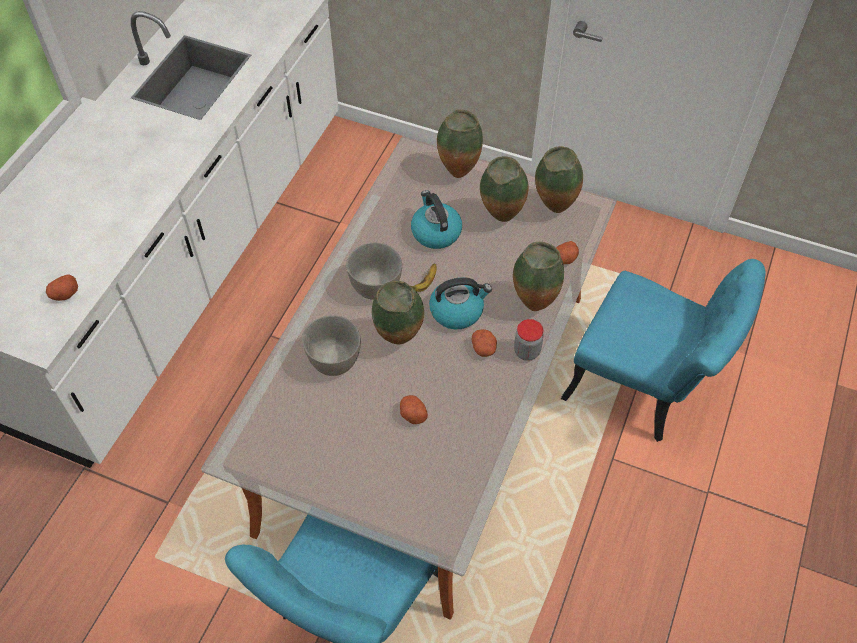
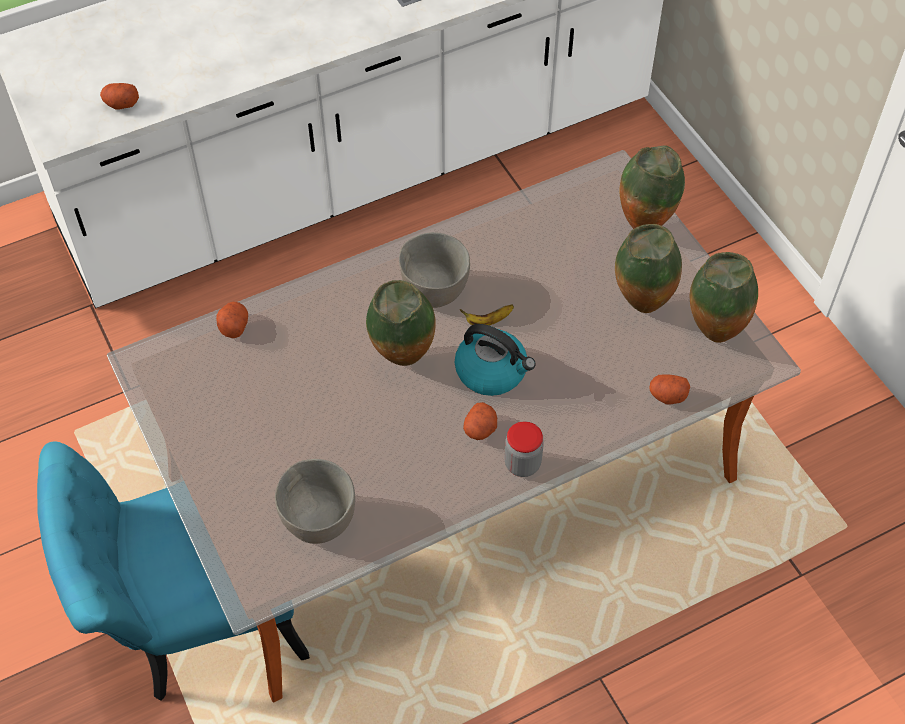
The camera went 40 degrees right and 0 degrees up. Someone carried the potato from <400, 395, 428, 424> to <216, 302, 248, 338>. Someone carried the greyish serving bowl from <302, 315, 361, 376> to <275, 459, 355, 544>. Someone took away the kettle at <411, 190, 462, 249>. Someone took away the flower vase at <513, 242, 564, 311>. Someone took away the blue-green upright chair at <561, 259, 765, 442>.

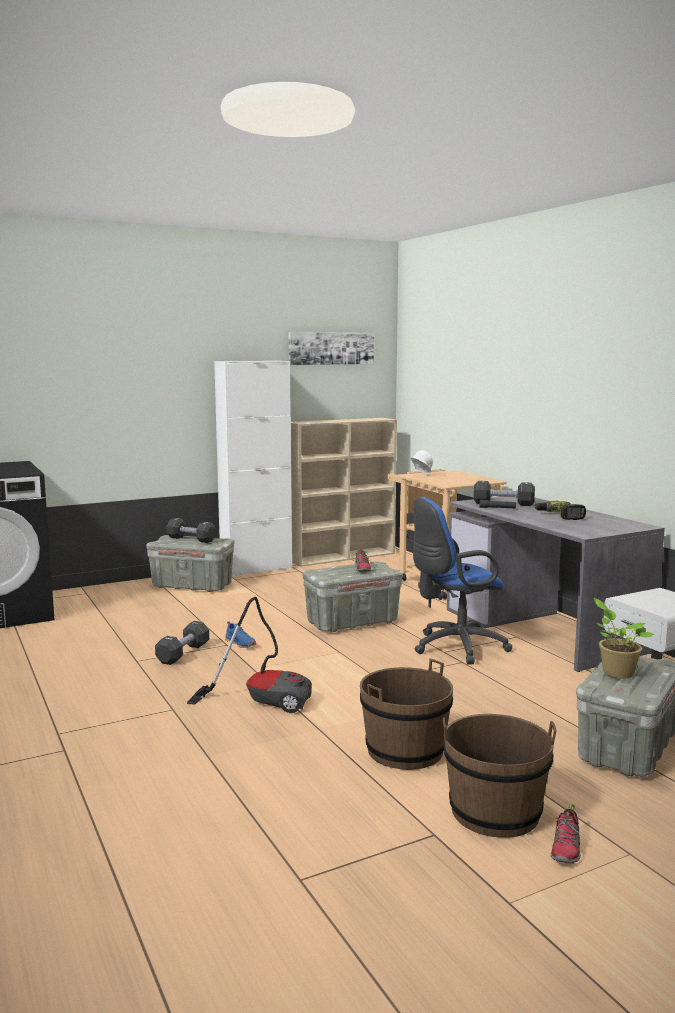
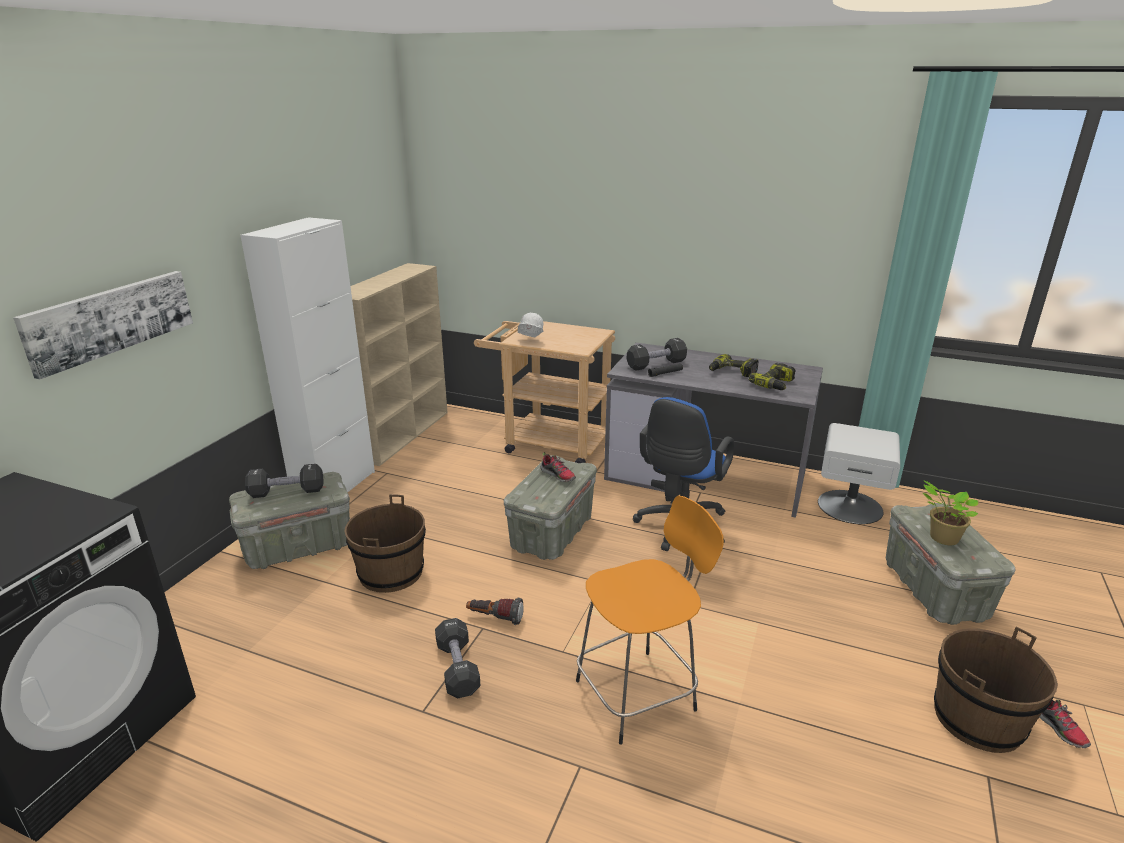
The camera went 40 degrees left and 15 degrees up. Someone carried the picture from <288, 332, 374, 365> to <13, 271, 193, 379>. Someone carried the brown pail from <360, 659, 453, 770> to <345, 494, 426, 593>. Someone swapped the blue shoe at <225, 621, 256, 648> for the flashlight at <466, 598, 524, 625>. Someone swapped the vacuum cleaner at <187, 597, 312, 713> for the orange-coloured sitting stool at <576, 495, 724, 745>. Someone put down the power drill at <749, 363, 796, 390>.

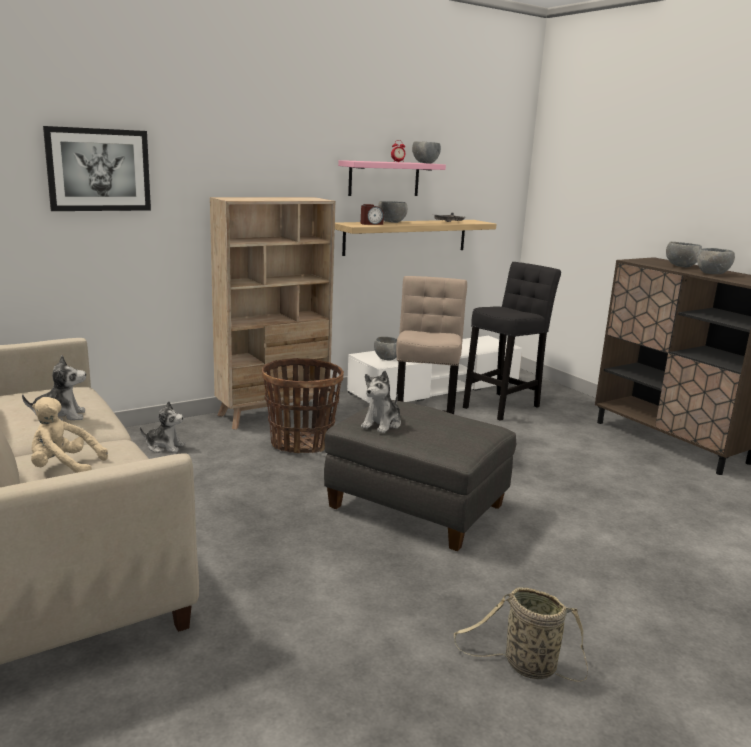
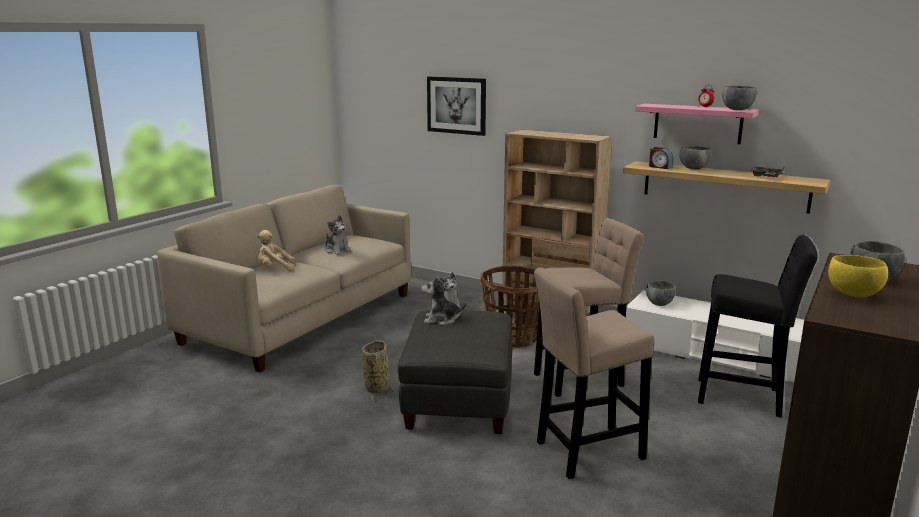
The camera went 65 degrees right and 0 degrees up. Someone rotated the sand-coloured cuddly toy at <31, 397, 108, 473> by 75 degrees counterclockwise. Someone carried the basket from <454, 587, 588, 682> to <362, 340, 397, 401>. Someone put down the sand-coloured sitting stool at <534, 267, 654, 479>. Someone repainted the greyish serving bowl at <697, 248, 735, 274>, which became the yellowish serving bowl at <828, 255, 888, 298>.

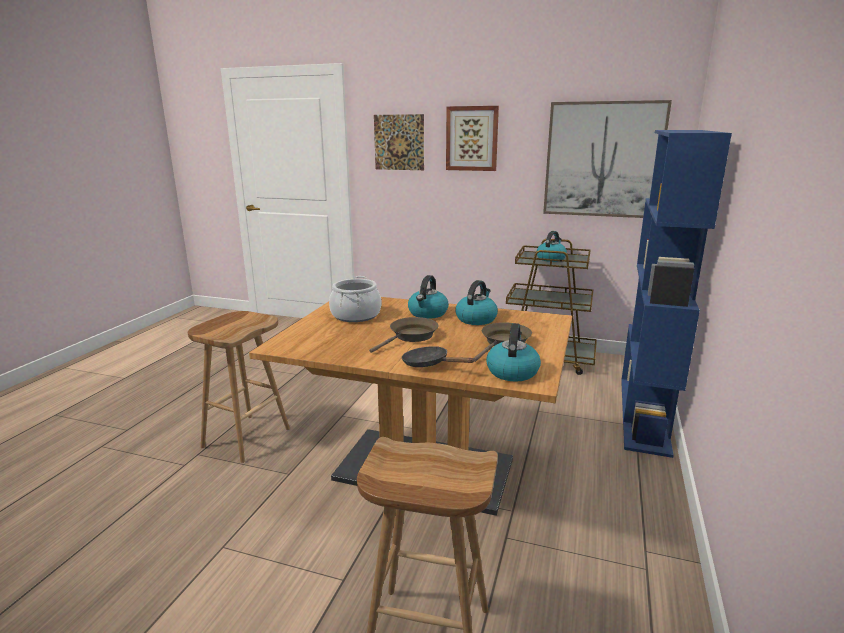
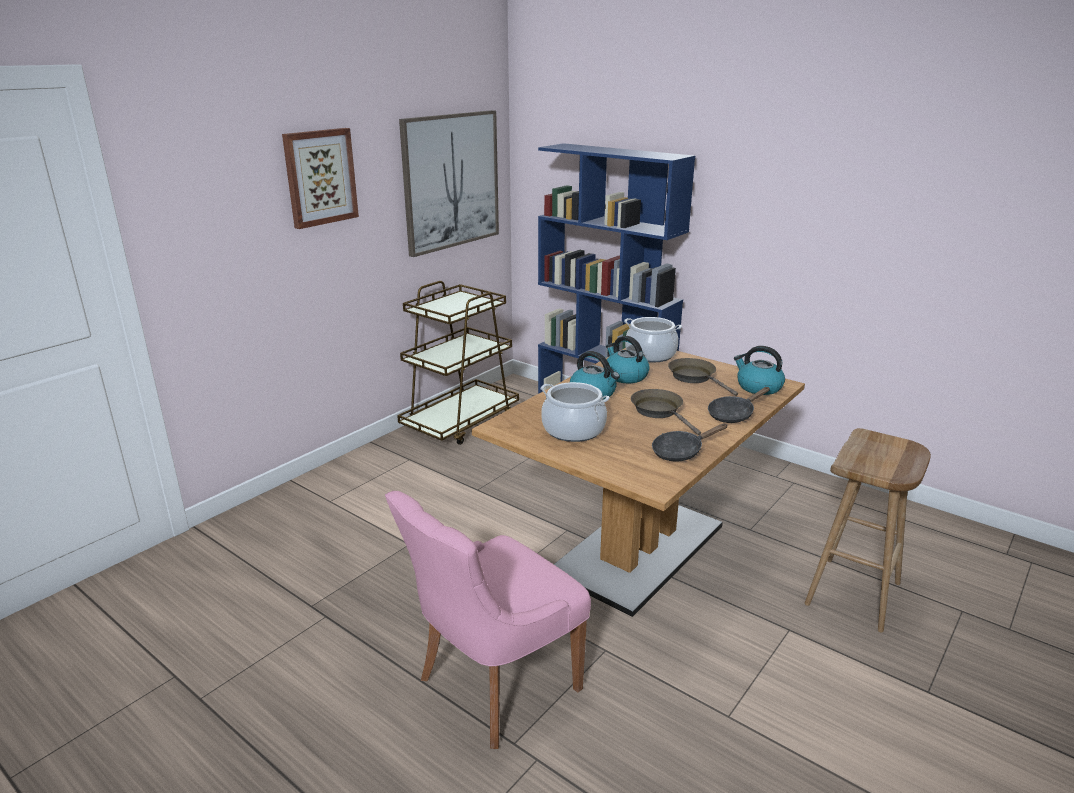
The camera went 70 degrees left and 5 degrees up. Someone swapped the brown sitting stool at <188, 311, 290, 463> for the pink-coloured upright chair at <385, 491, 591, 749>. Someone put down the cooking pot at <624, 317, 682, 362>. Someone put down the black frying pan at <652, 423, 728, 462>. Someone took away the picture at <374, 114, 424, 170>. Someone took away the kettle at <537, 231, 567, 262>.

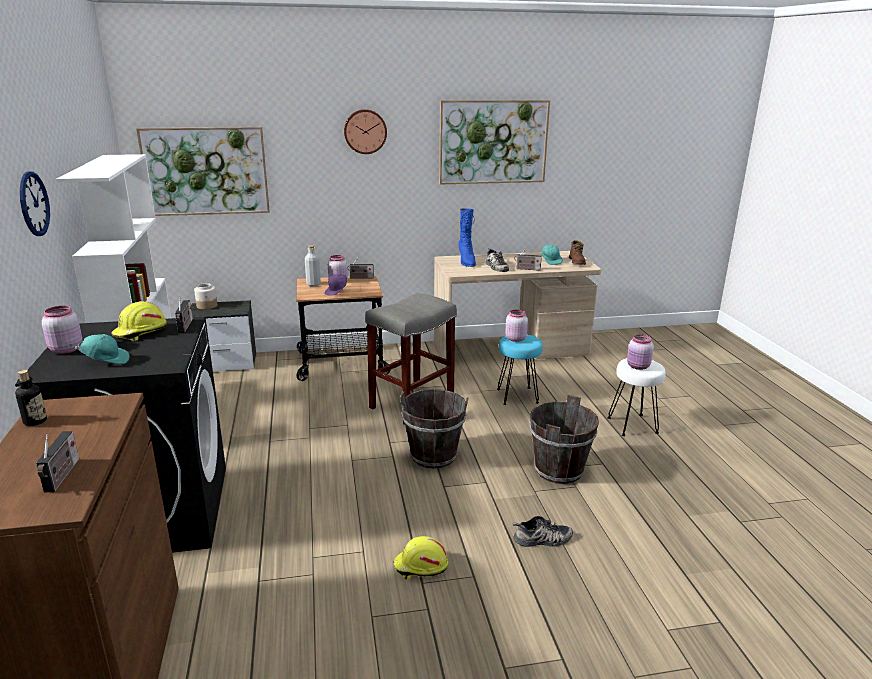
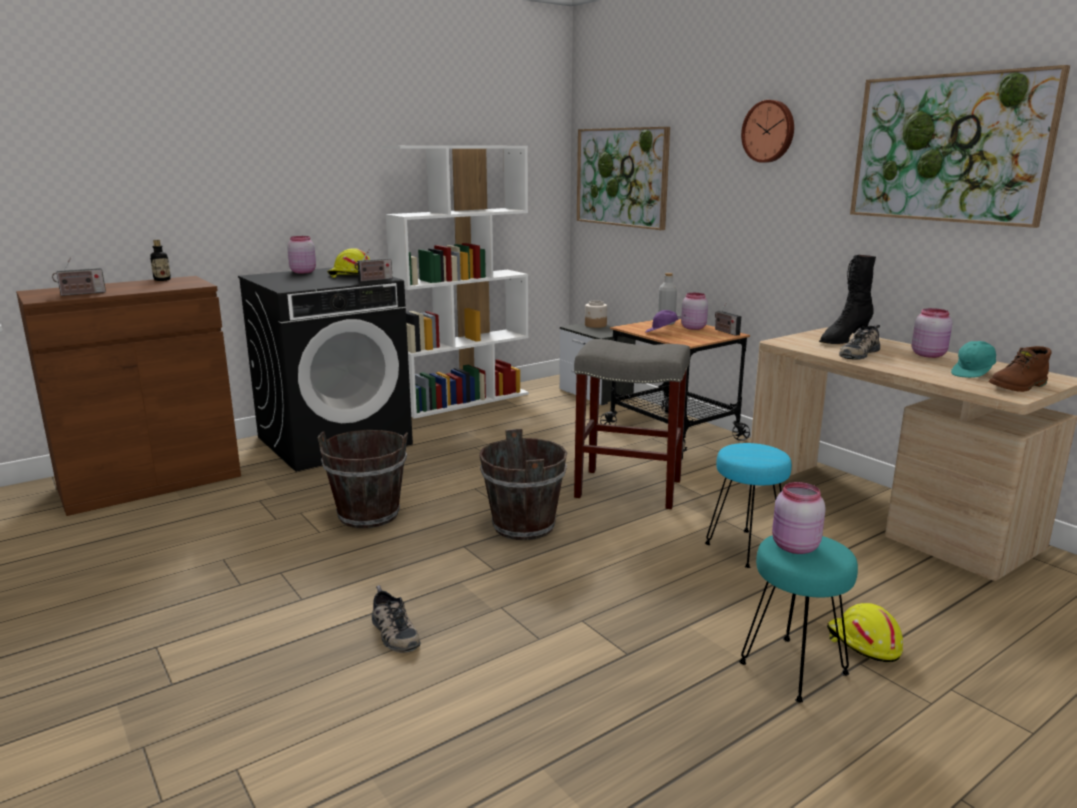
The camera went 65 degrees right and 5 degrees down. Someone carried the brown pail from <530, 395, 599, 484> to <317, 430, 408, 528>. Someone repainted the white-coloured sitting stool at <607, 358, 666, 436>, which became the blue-green sitting stool at <739, 535, 858, 702>. Someone repainted the blue high-top boot at <459, 208, 476, 267>, which became the black high-top boot at <819, 255, 876, 344>. Someone carried the yellowish safety helmet from <393, 536, 448, 580> to <827, 603, 903, 662>. Someone carried the pink-coloured jar from <505, 310, 528, 342> to <912, 308, 952, 358>. Someone took away the hanging clock at <20, 171, 50, 236>. Someone took away the blue-green peaked cap at <69, 334, 130, 364>. Someone took away the radio set at <514, 249, 542, 271>.

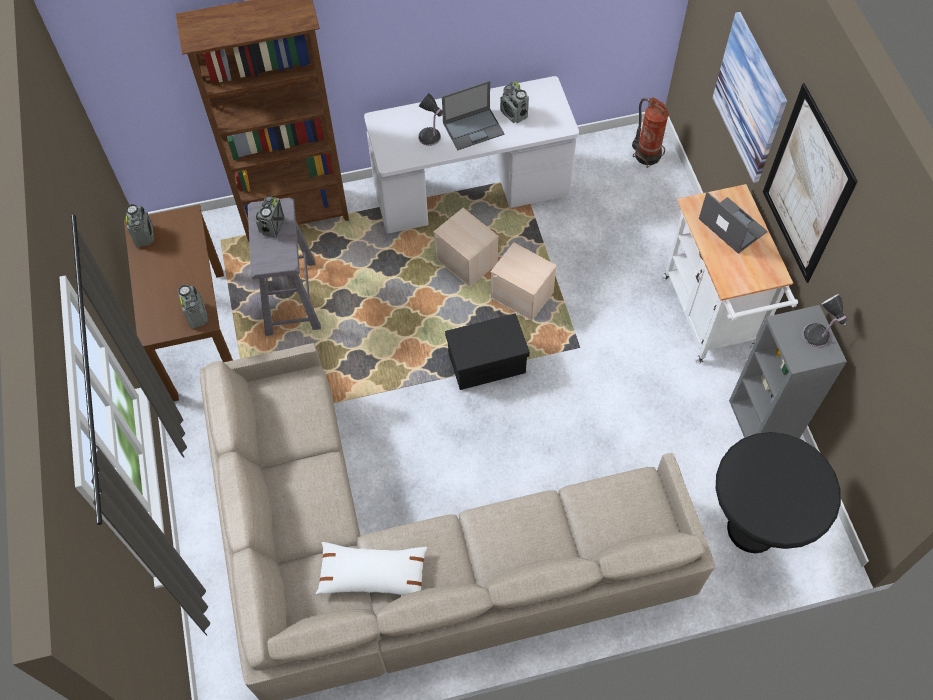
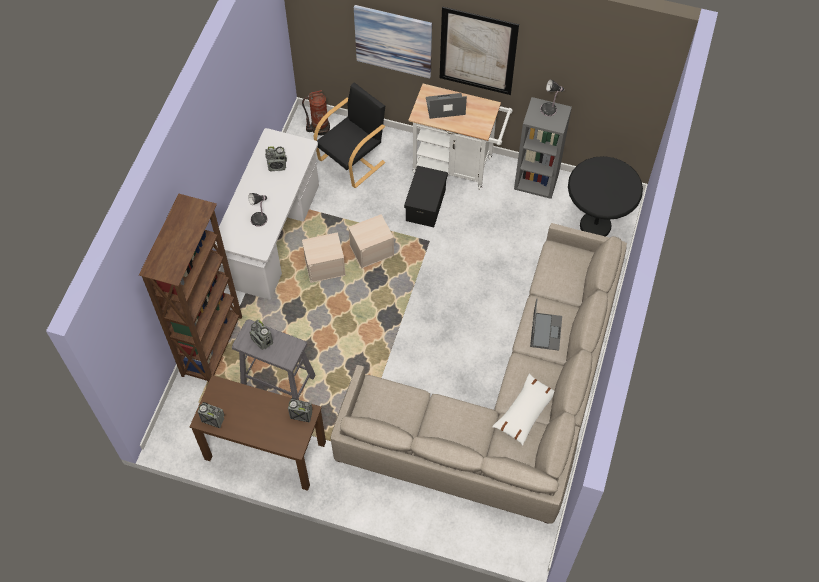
The camera went 60 degrees left and 0 degrees up. Someone put down the black armchair at <314, 82, 385, 188>. Someone carried the black storage box from <445, 314, 530, 390> to <404, 166, 448, 227>. Someone carried the portable computer from <442, 81, 505, 150> to <530, 299, 562, 351>.

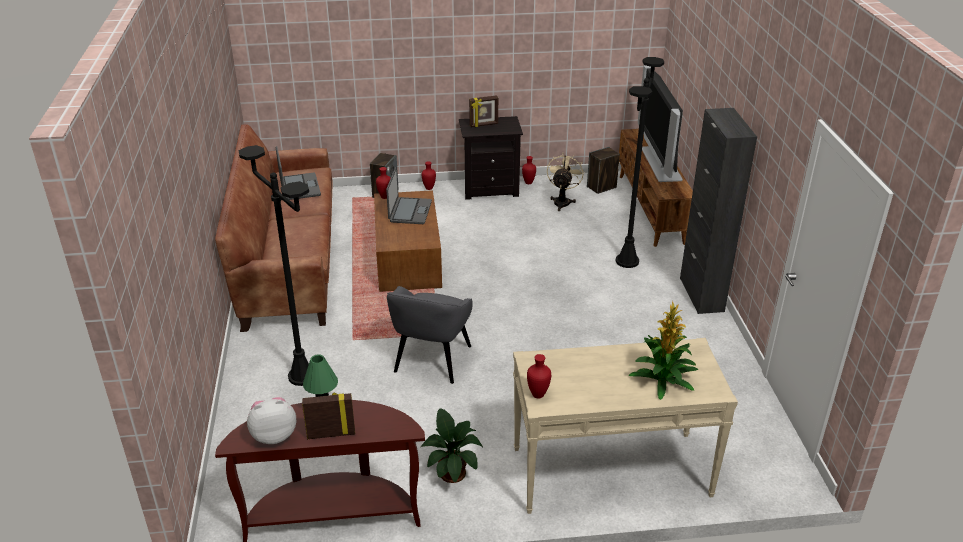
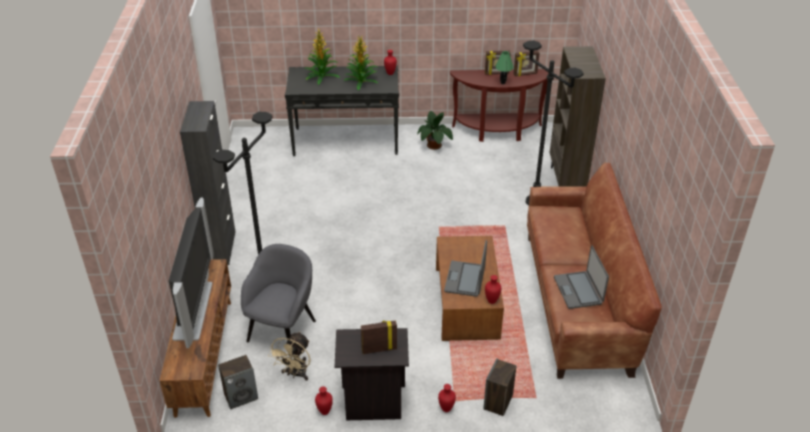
The camera went 175 degrees left and 5 degrees up. Someone carried the greyish armchair from <387, 286, 473, 384> to <241, 244, 316, 355>. Someone repainted the sand-coloured console table at <513, 338, 738, 514>, which became the black console table at <285, 66, 399, 156>. Someone put down the potted plant at <344, 35, 378, 90>. Someone swapped the cuddly toy at <247, 397, 296, 444> for the photo frame at <513, 50, 540, 76>. Someone put down the brown bookcase at <550, 46, 606, 187>.

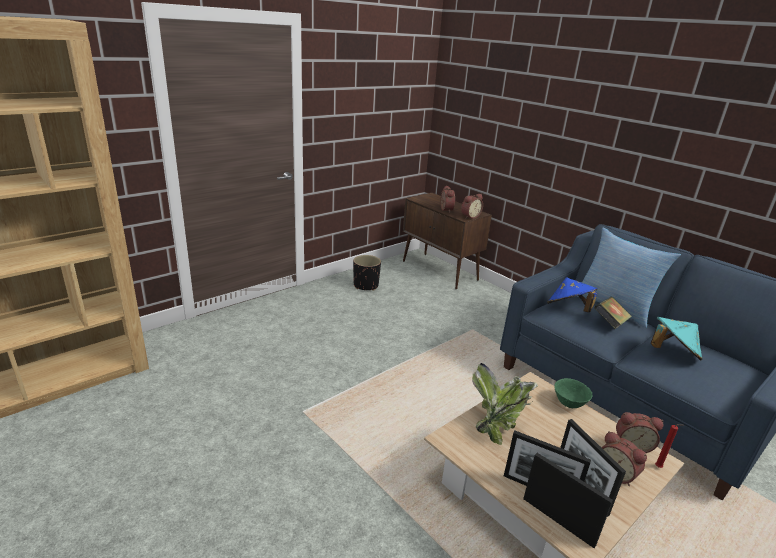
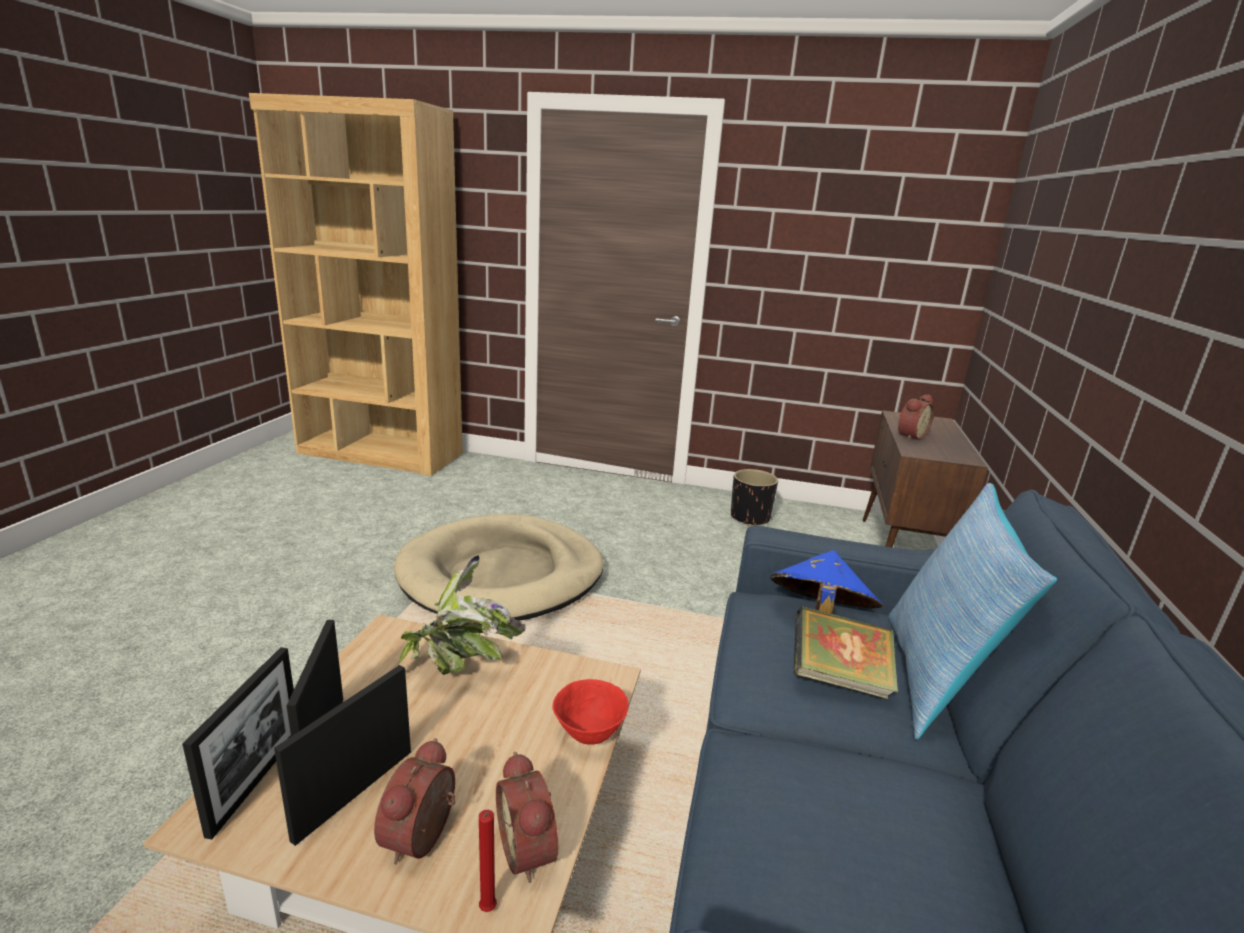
The camera went 55 degrees right and 5 degrees down. Someone put down the sand-coloured dog cushion at <394, 514, 603, 621>. Someone repainted the green serving bowl at <554, 378, 593, 408>, which became the red serving bowl at <552, 679, 629, 745>. Someone took away the bedside clock at <461, 194, 483, 219>. Someone took away the blue-green clothing hat at <651, 317, 703, 361>.

